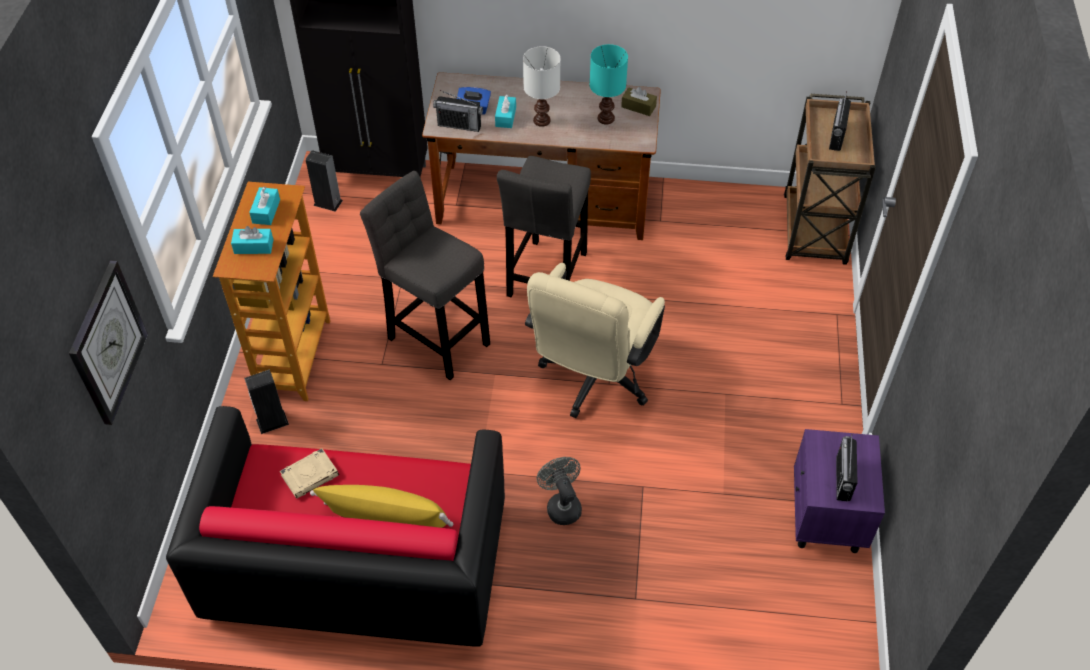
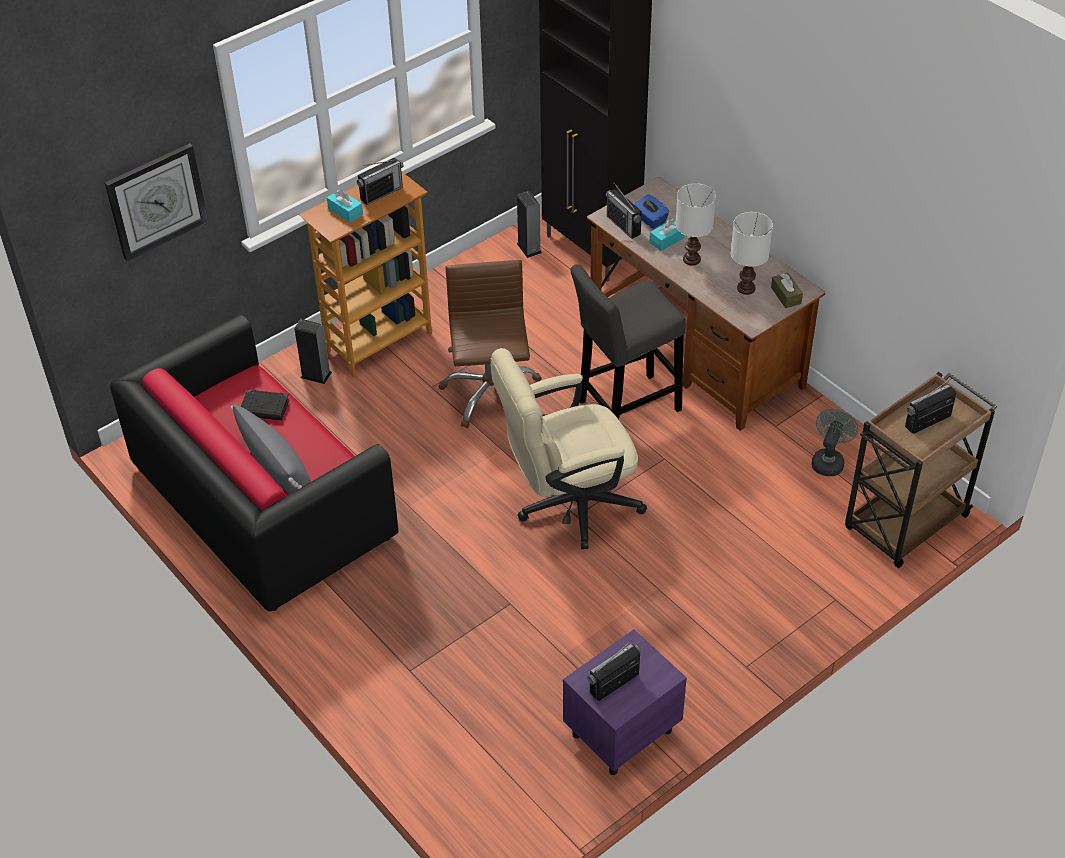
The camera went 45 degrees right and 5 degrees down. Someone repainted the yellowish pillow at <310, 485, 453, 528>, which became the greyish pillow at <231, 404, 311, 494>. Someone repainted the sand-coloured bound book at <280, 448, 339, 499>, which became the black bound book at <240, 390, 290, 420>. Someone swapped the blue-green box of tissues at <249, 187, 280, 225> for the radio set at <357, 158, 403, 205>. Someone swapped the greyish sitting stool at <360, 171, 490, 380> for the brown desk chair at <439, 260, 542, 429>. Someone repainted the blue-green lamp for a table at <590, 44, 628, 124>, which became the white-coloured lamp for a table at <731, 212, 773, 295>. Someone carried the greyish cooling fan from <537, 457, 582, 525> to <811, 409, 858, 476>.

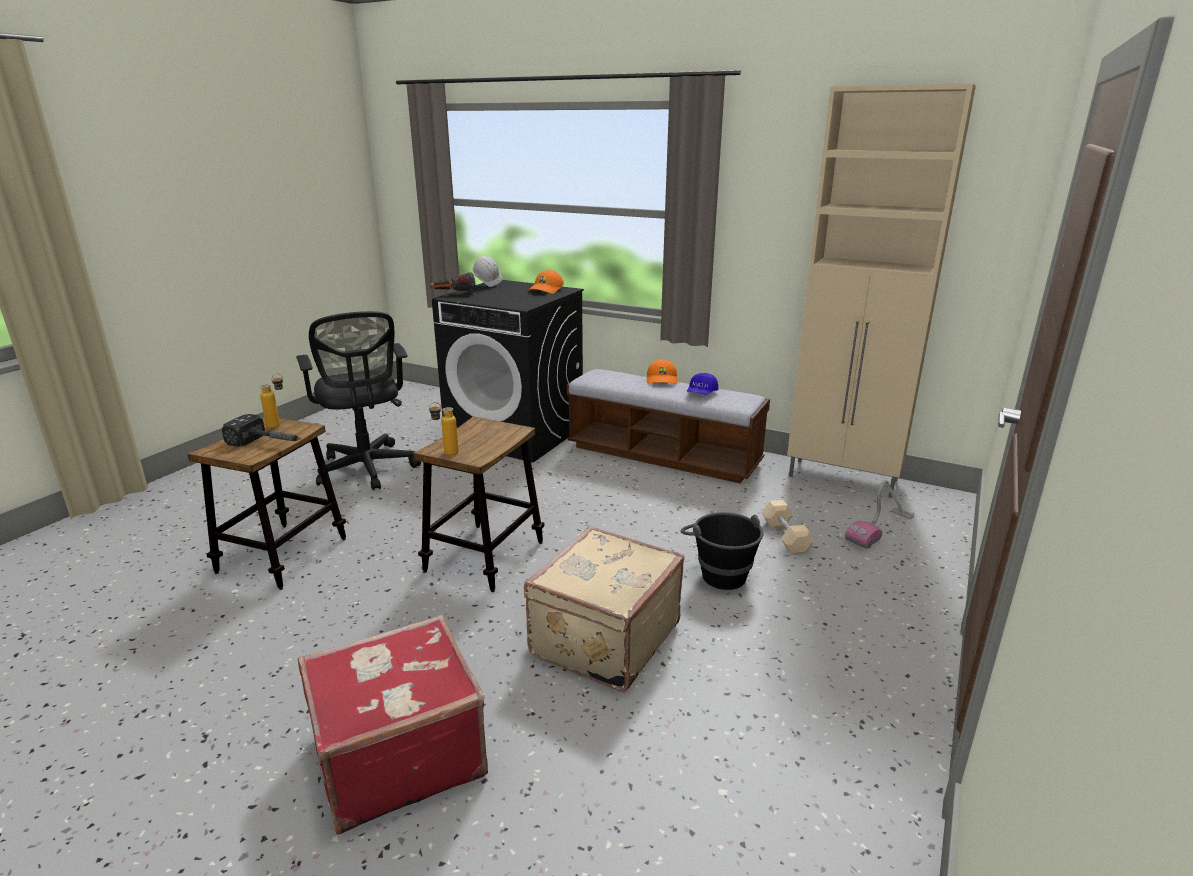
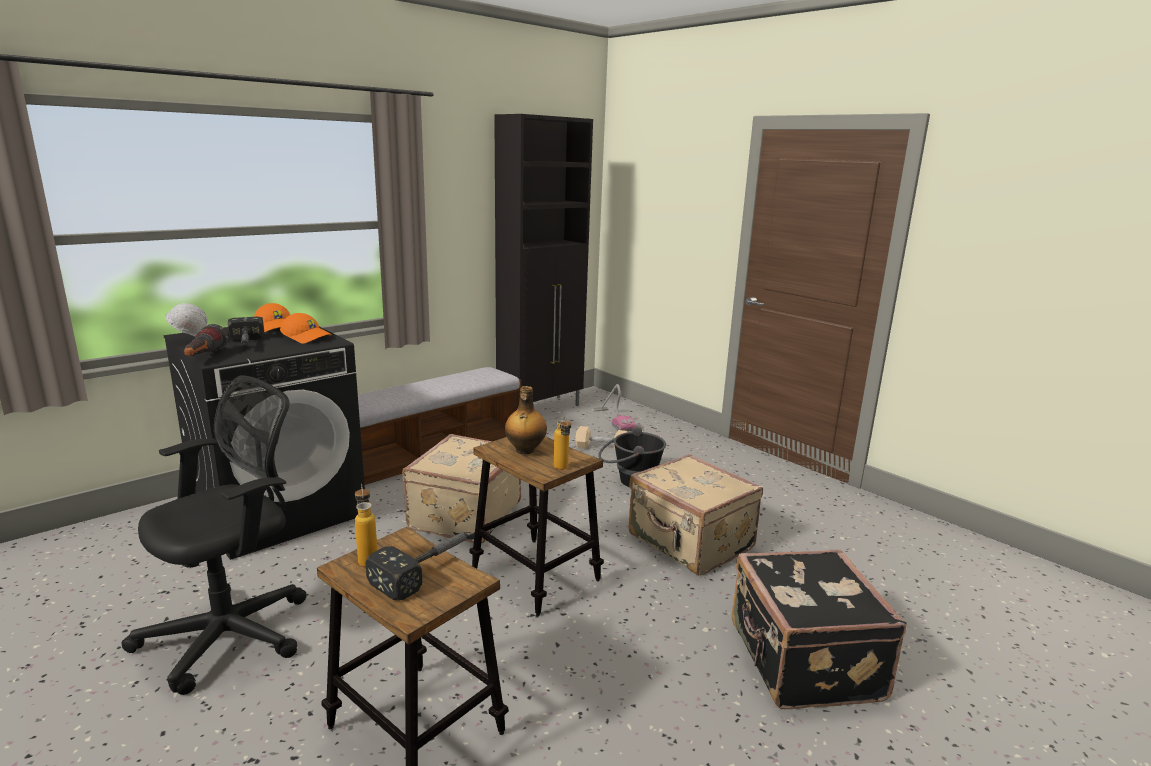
The camera went 70 degrees left and 5 degrees down. Someone rotated the black desk chair at <296, 311, 421, 490> by 45 degrees counterclockwise. Someone put down the hand hammer at <228, 317, 265, 346>. Someone carried the orange-coloured peaked cap from <647, 359, 677, 384> to <280, 313, 332, 344>. Someone put down the sand-coloured piece of luggage at <402, 434, 521, 543>. Someone repainted the sand-coloured cabinet at <787, 84, 976, 498>, which became the black cabinet at <494, 114, 593, 406>. Someone put down the drink bottle at <505, 386, 547, 455>. Someone repainted the red piece of luggage at <298, 615, 488, 834>, which became the black piece of luggage at <732, 550, 907, 709>. Someone took away the blue peaked cap at <687, 373, 718, 395>.

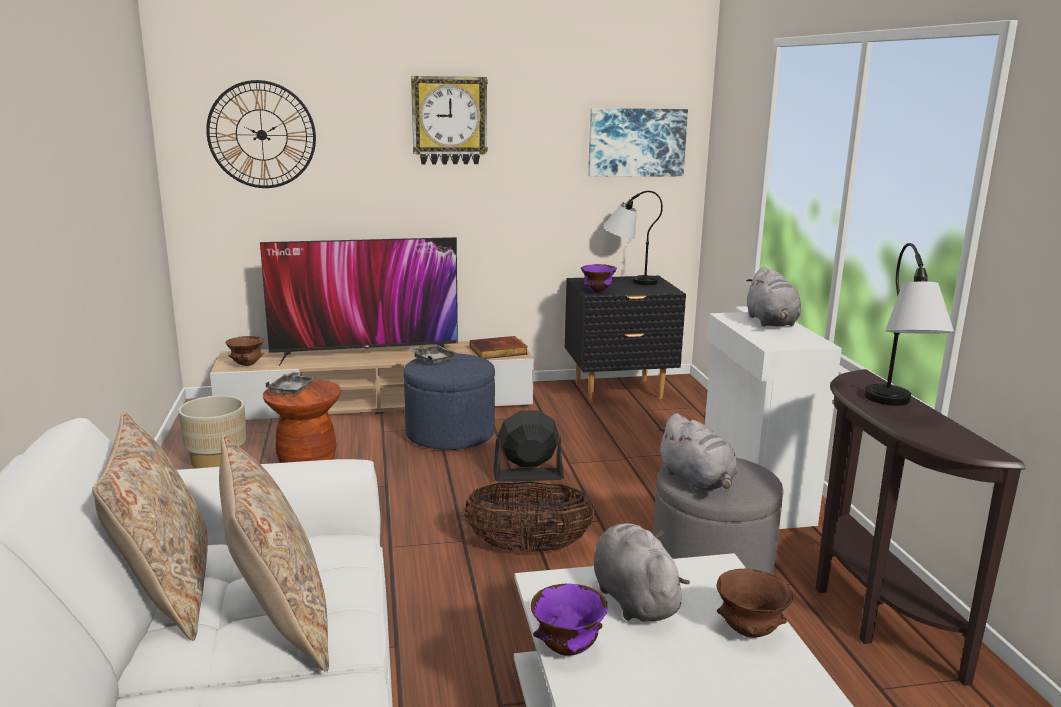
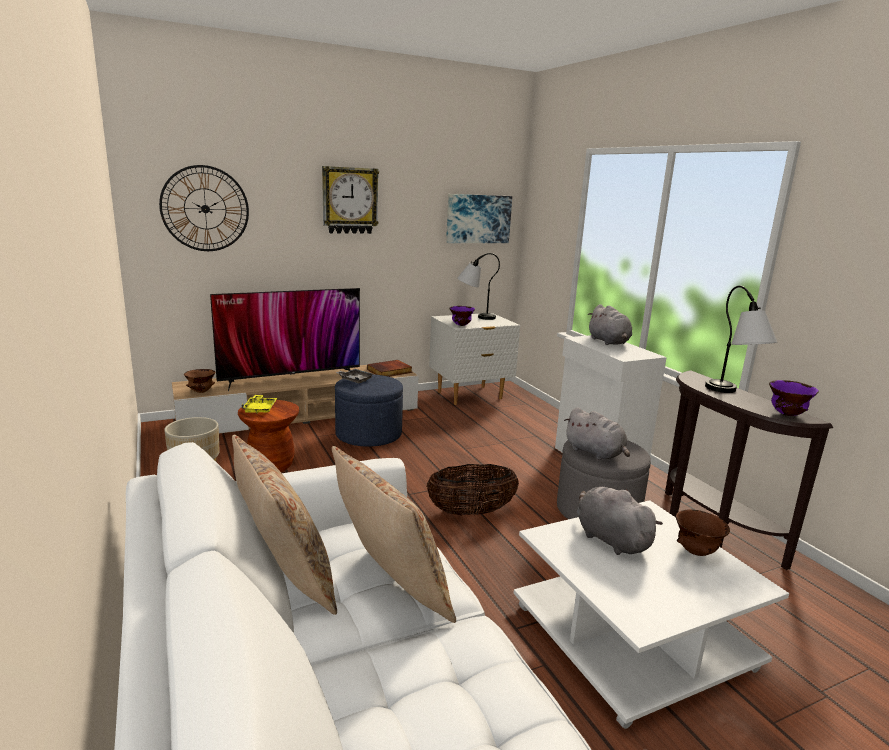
The camera went 15 degrees left and 0 degrees up. Someone repainted the greyish carrying tray at <266, 372, 316, 395>, which became the yellowish carrying tray at <241, 395, 277, 414>. Someone repainted the black bedside table at <565, 276, 686, 403>, which became the white-coloured bedside table at <429, 313, 520, 405>. Someone carried the purple serving bowl from <531, 583, 608, 656> to <769, 380, 819, 416>. Someone took away the black cooling fan at <493, 410, 564, 482>.

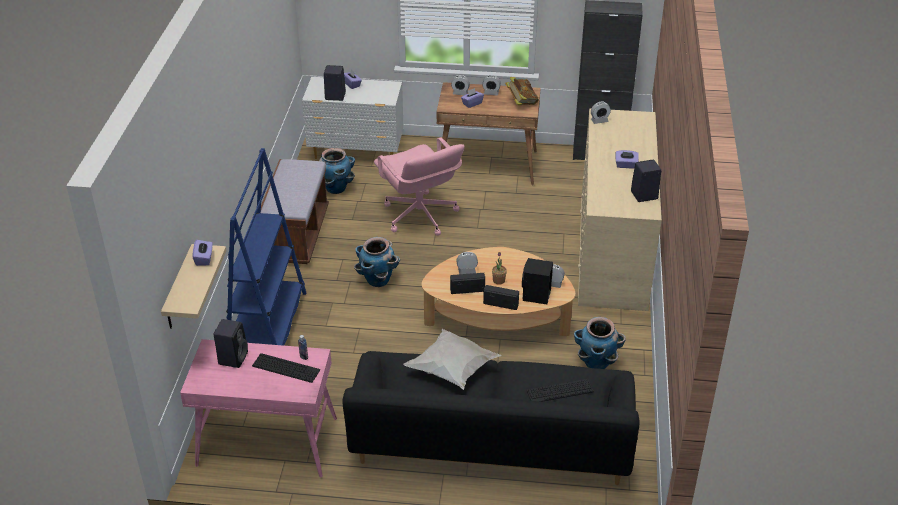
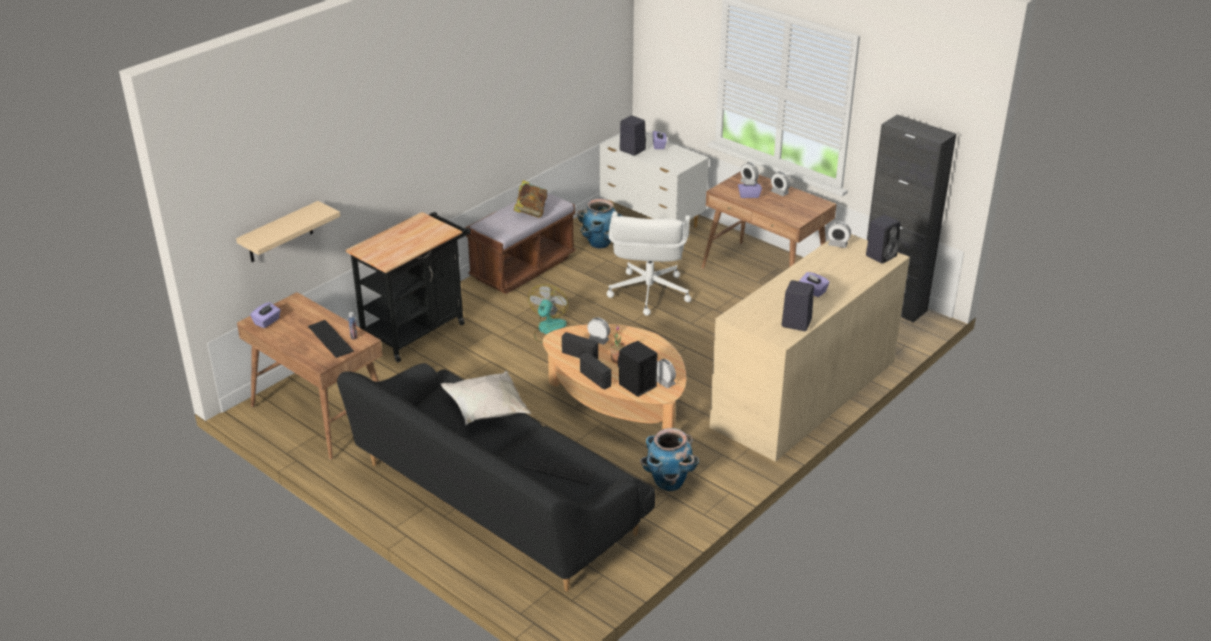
The camera went 35 degrees right and 5 degrees down. Someone repainted the pink-coloured desk unit at <180, 339, 337, 477>, which became the brown desk unit at <237, 292, 383, 460>. Someone carried the purple box of tissues from <193, 240, 213, 266> to <250, 302, 281, 328>. Someone swapped the blue bookcase at <226, 148, 307, 346> for the black trolley at <345, 212, 471, 362>. Someone carried the bound book from <505, 77, 539, 105> to <514, 180, 547, 218>. Someone swapped the plant pot at <354, 237, 400, 287> for the cooling fan at <528, 284, 568, 343>. Someone repainted the pink-coloured desk chair at <374, 137, 465, 236>, which became the white-coloured desk chair at <607, 212, 692, 316>. Someone carried the black audio speaker from <214, 319, 248, 368> to <866, 215, 900, 264>.

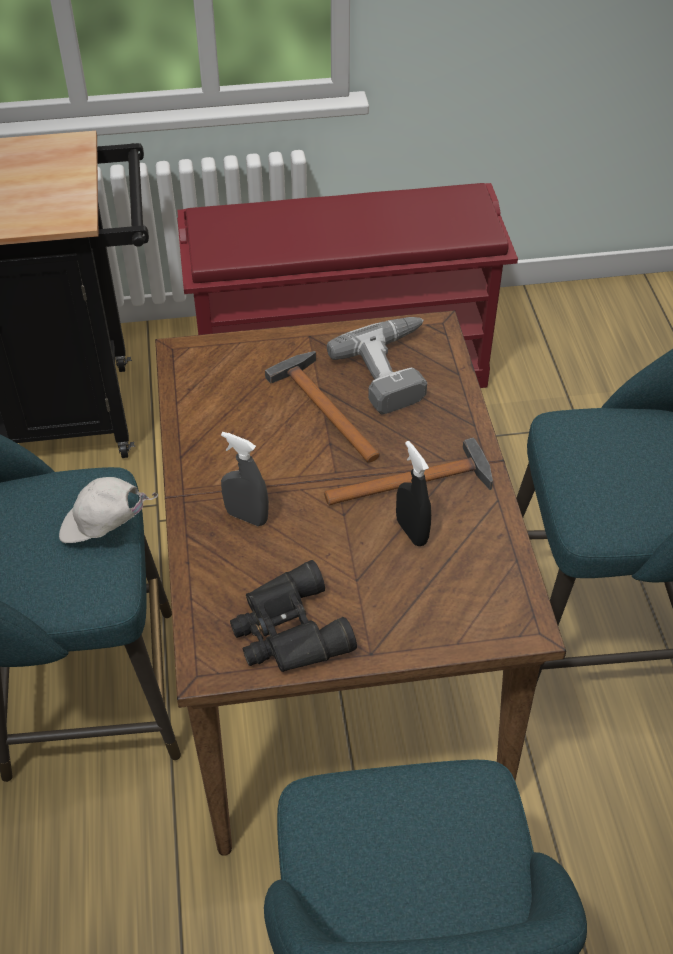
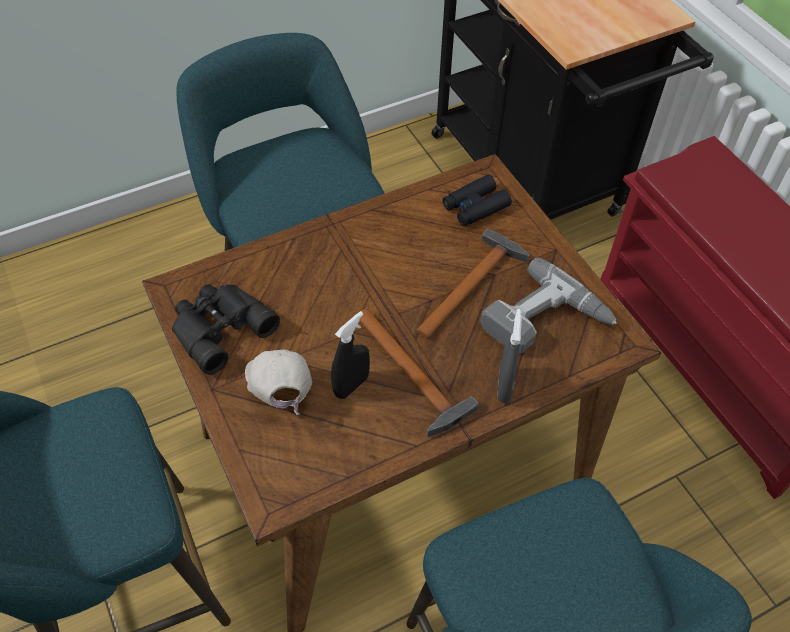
The camera went 70 degrees right and 5 degrees up. Someone carried the white-coloured peaked cap from <59, 477, 159, 543> to <245, 350, 312, 415>. Someone put down the black field glasses at <443, 175, 512, 226>. Someone carried the greyish hand sprayer from <221, 432, 269, 526> to <497, 309, 522, 403>.

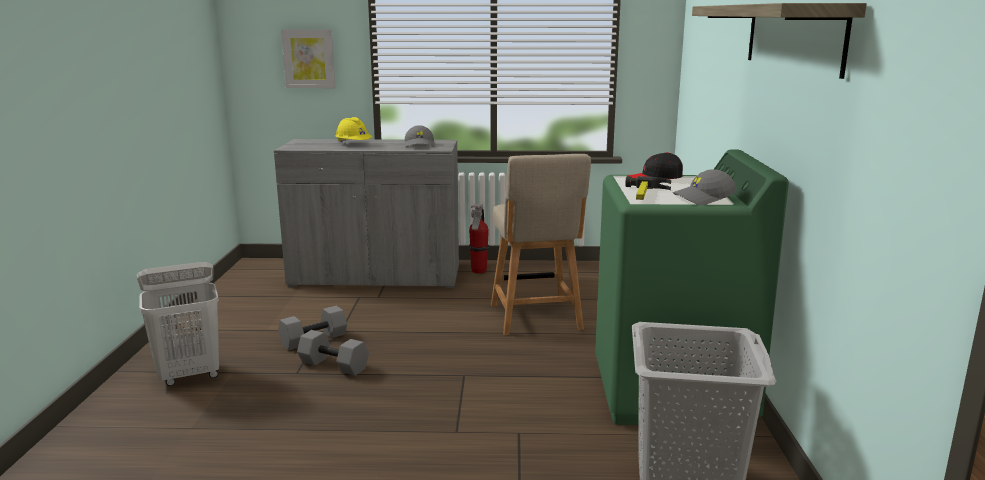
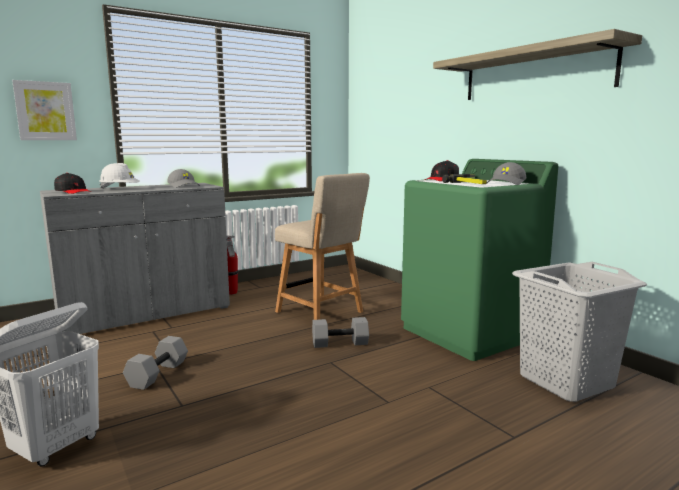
The camera went 35 degrees left and 5 degrees down. Someone put down the black peaked cap at <54, 173, 91, 194>. Someone repainted the yellowish safety helmet at <335, 117, 372, 143>, which became the white-coloured safety helmet at <99, 163, 140, 189>. Someone carried the greyish hand weight from <297, 330, 369, 376> to <312, 317, 369, 348>.

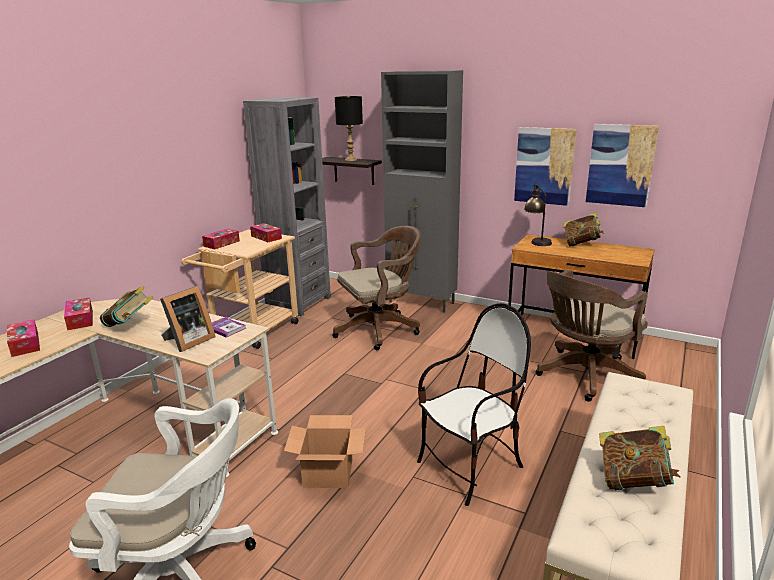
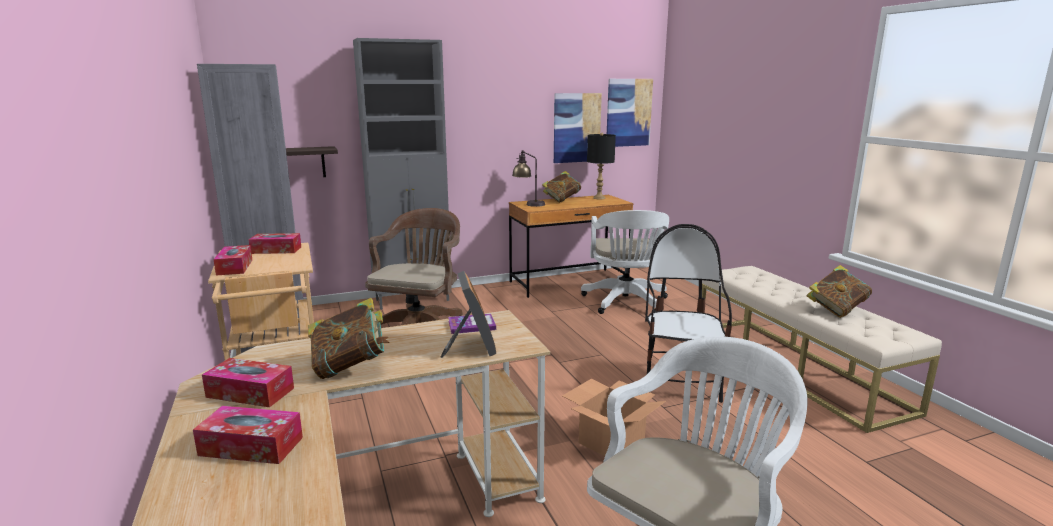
The camera went 50 degrees left and 5 degrees down. Someone repainted the brown desk chair at <536, 270, 648, 402>, which became the white-coloured desk chair at <581, 210, 669, 314>. Someone carried the black lamp for a table from <335, 94, 363, 161> to <587, 133, 616, 199>. Someone carried the picture from <514, 127, 577, 206> to <607, 79, 653, 147>.

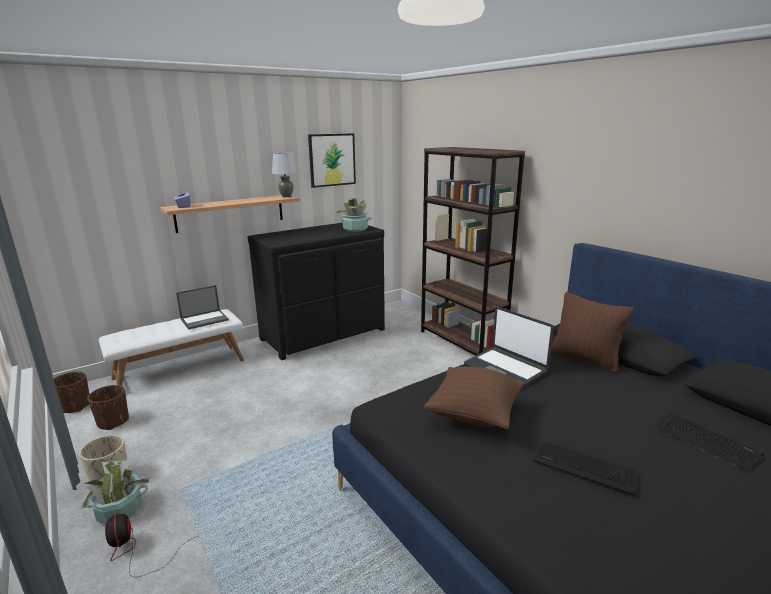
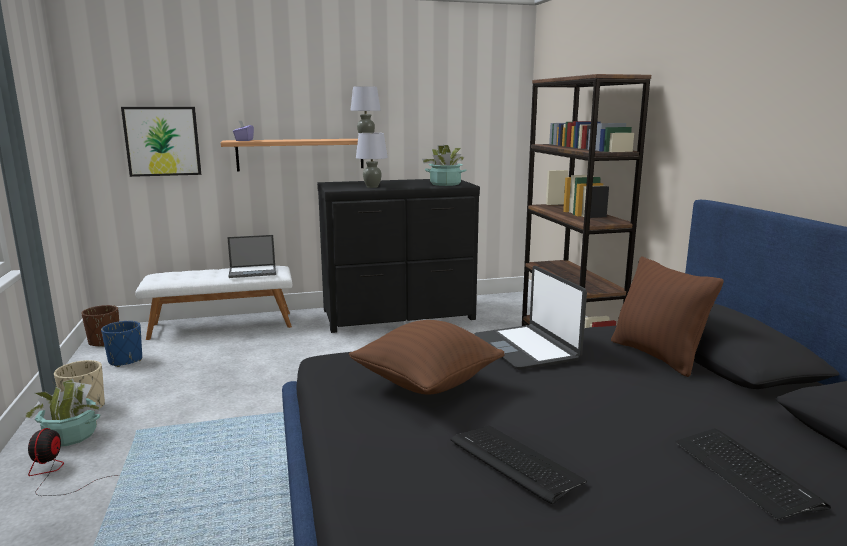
The camera went 20 degrees right and 5 degrees down. Someone repainted the brown plant pot at <87, 385, 129, 430>, which became the blue plant pot at <101, 321, 142, 367>. Someone carried the picture from <308, 133, 356, 188> to <121, 107, 201, 177>. Someone put down the greyish lamp for a table at <356, 133, 388, 188>.

